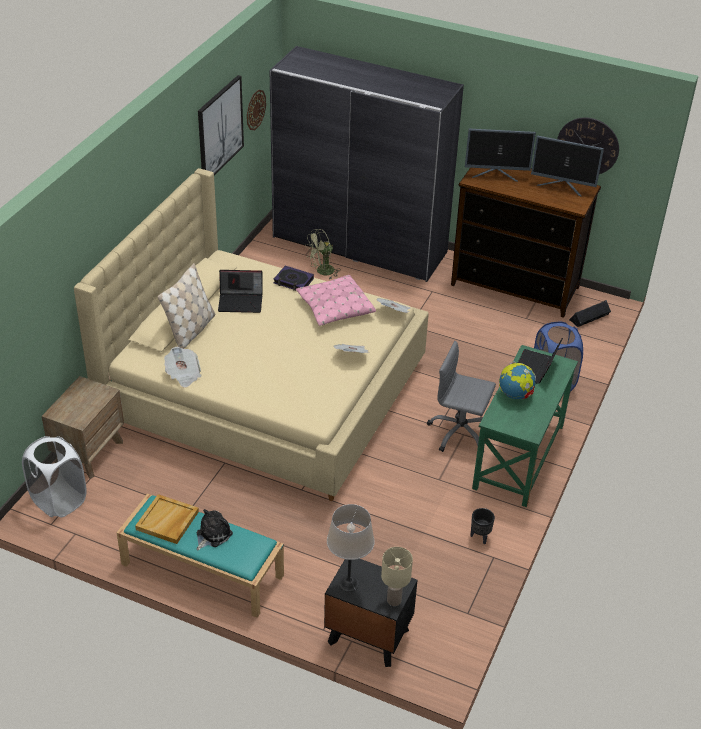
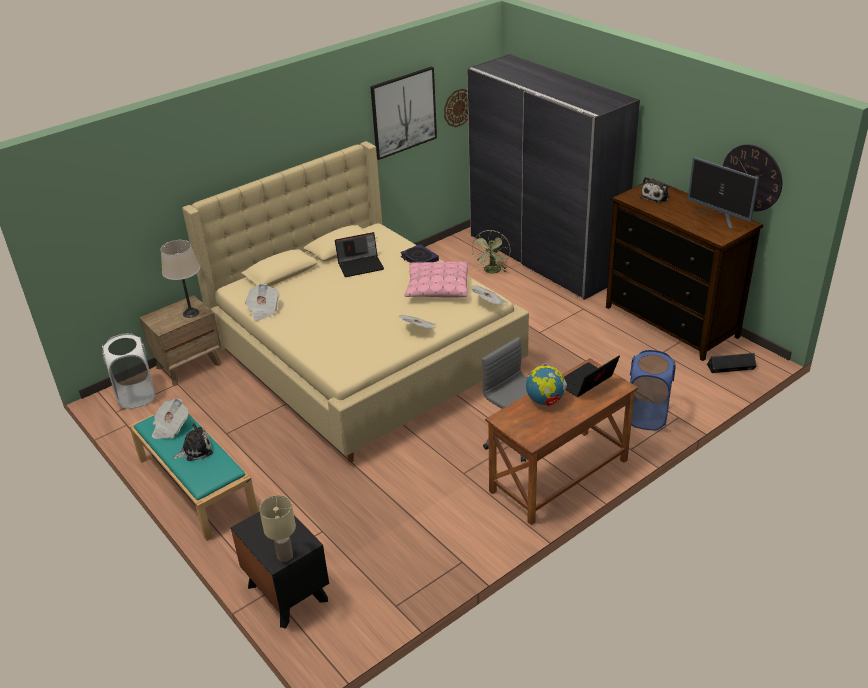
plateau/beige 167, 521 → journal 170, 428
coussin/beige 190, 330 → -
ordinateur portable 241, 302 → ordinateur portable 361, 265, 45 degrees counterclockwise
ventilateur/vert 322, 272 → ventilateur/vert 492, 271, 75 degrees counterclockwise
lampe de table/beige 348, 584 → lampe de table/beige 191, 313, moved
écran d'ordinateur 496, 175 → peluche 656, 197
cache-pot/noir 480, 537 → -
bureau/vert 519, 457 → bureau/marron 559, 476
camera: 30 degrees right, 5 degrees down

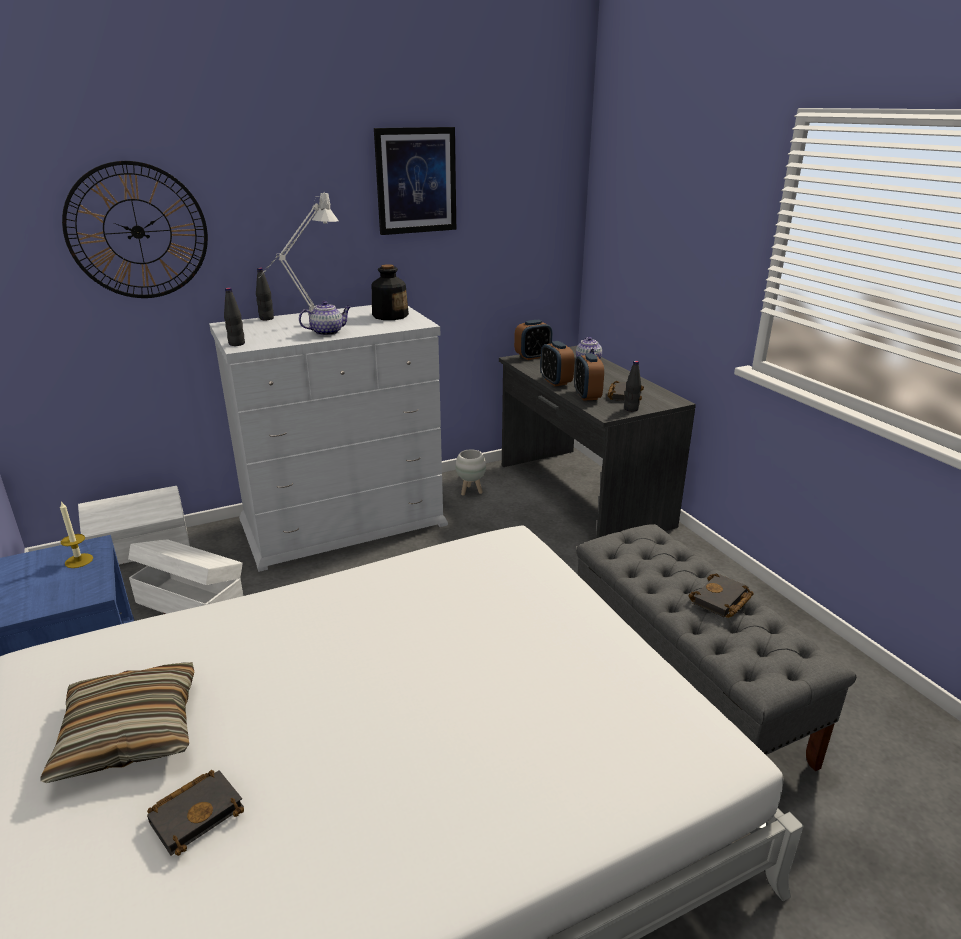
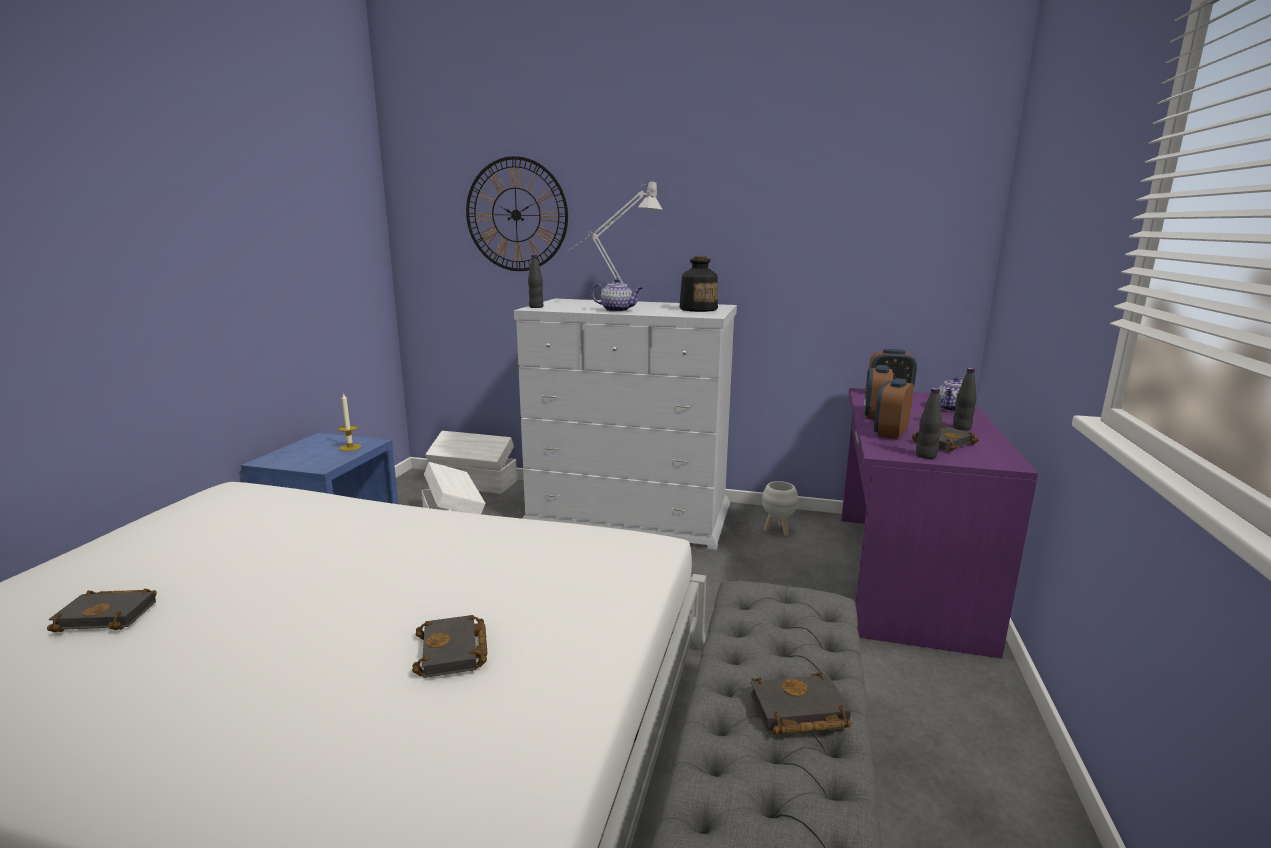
coussin 130, 733 → -
bouteille/noir 266, 318 → bouteille/noir 961, 428, moved
tableau 416, 181 → -
bureau/gris 581, 494 → bureau/violet 903, 575
- → livre/noir 454, 652
camera: 40 degrees right, 10 degrees down

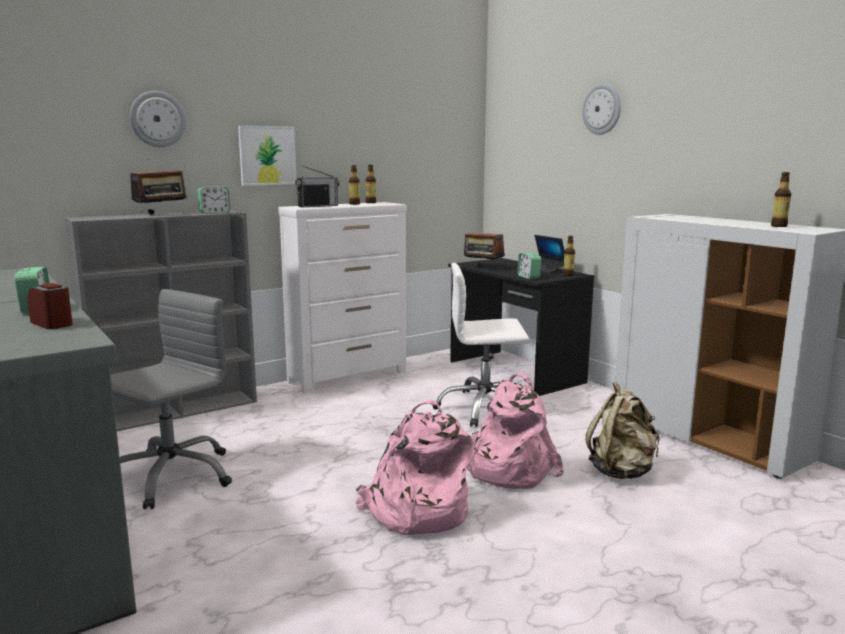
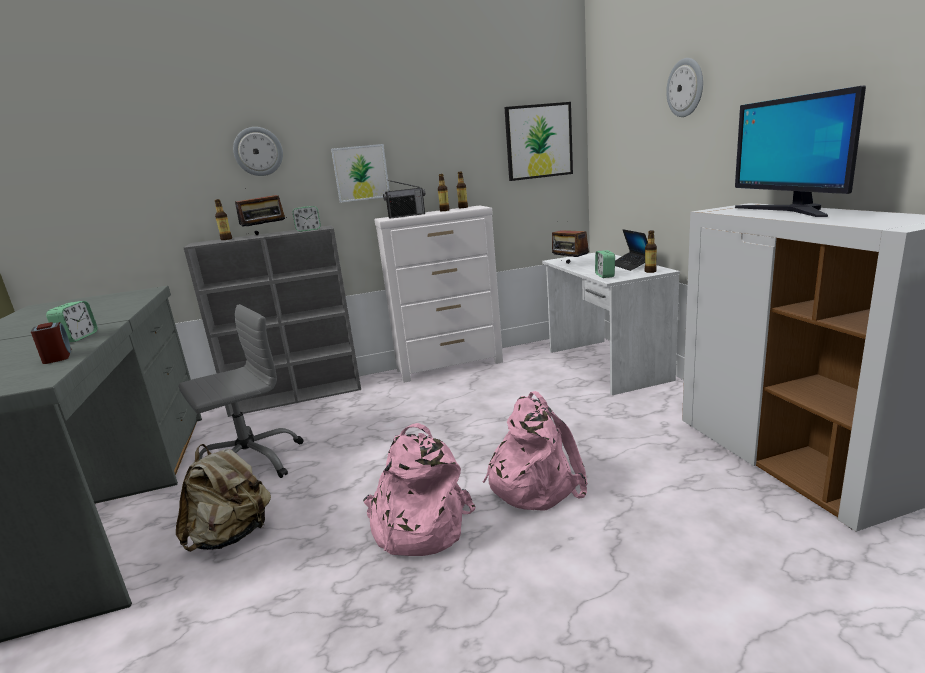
chaise de bureau/blanc 484, 408 → -
bureau/noir 514, 372 → bureau/blanc 605, 365
sac à dos/beige 622, 472 → sac à dos/beige 232, 535, moved
bouteille 779, 226 → bouteille 226, 239, moved
- → tableau 538, 141
- → écran d'ordinateur 789, 211
camera: 20 degrees right, 5 degrees up

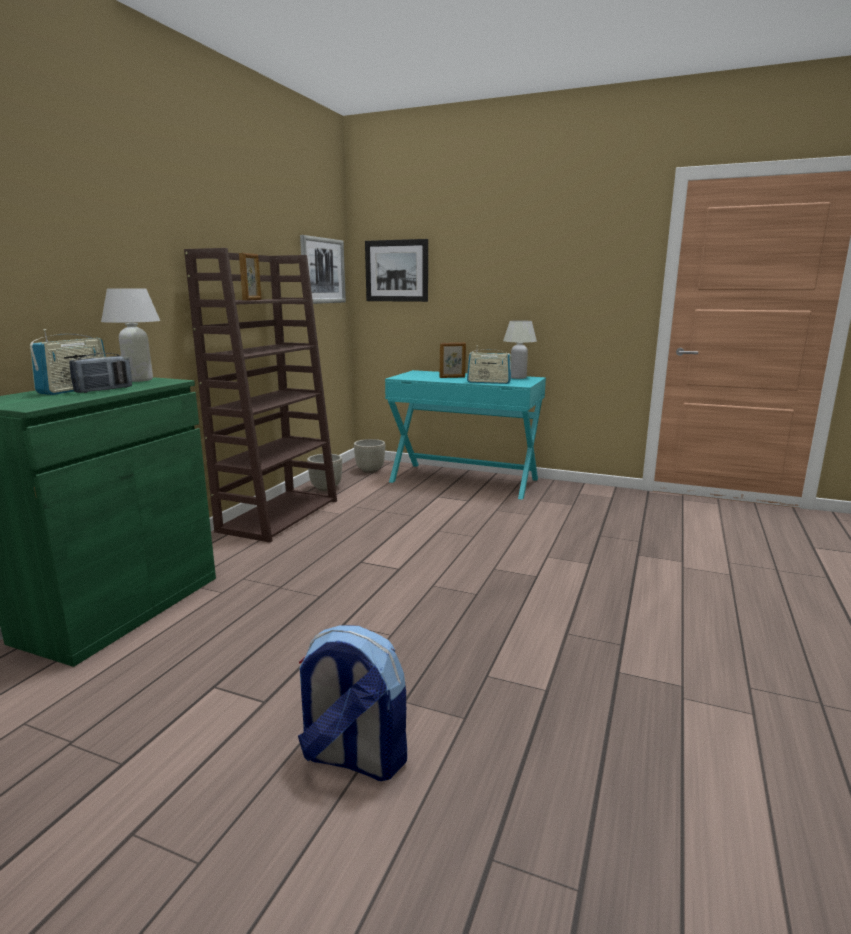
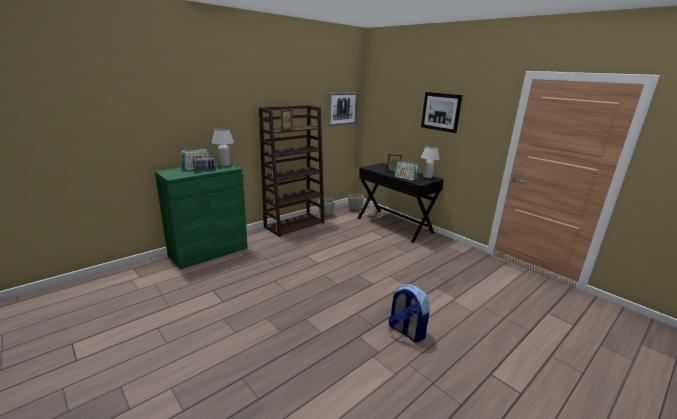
sac à dos 353, 758 → sac à dos 406, 331, moved
tableau 396, 271 → tableau 440, 112, moved
bureau/turquoise 464, 480 → bureau/noir 394, 225
camera: 25 degrees right, 5 degrees up

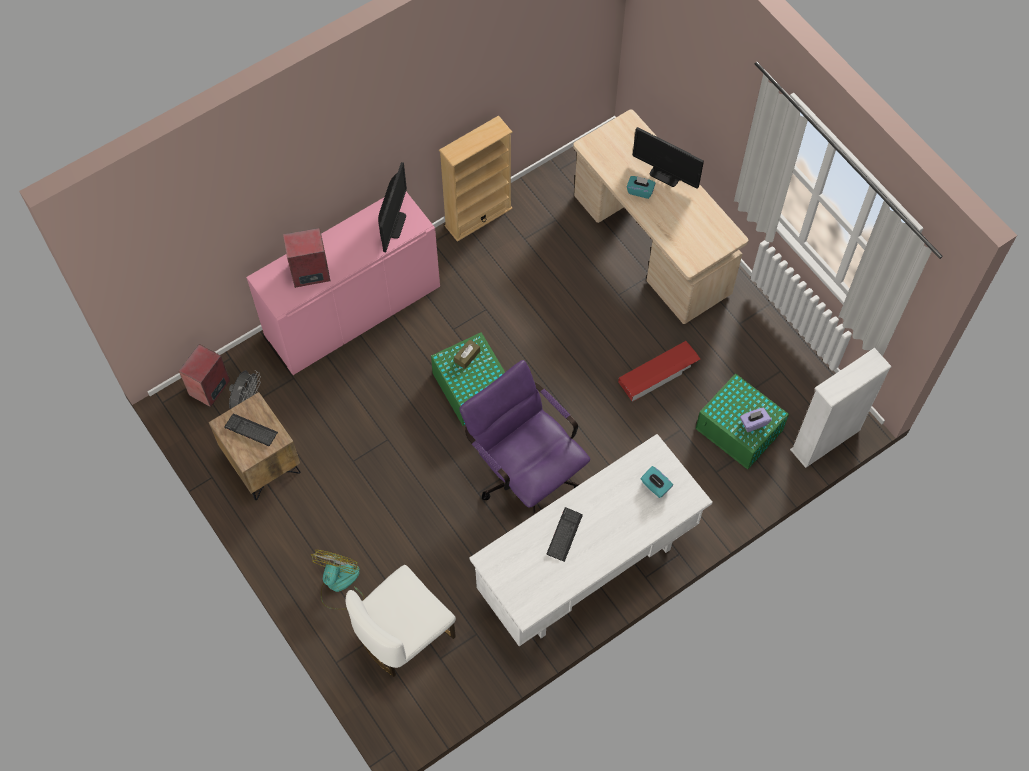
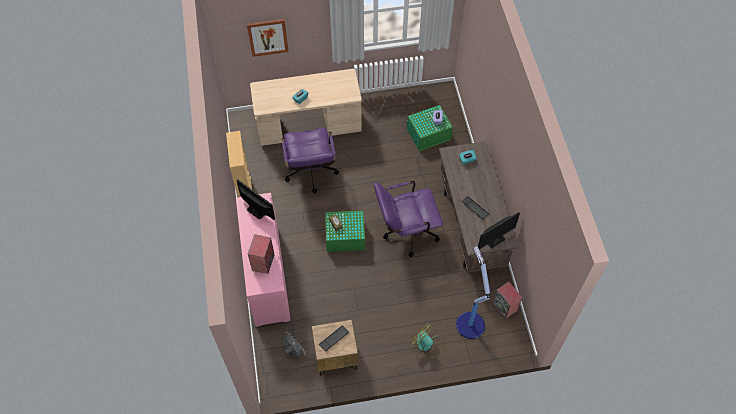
enceinte 209, 388 → enceinte 505, 307, moved
chaise/blanc 403, 635 → lampadaire 469, 324
bureau/blanc 586, 569 → bureau/marron 471, 227
boîte de rangement/rouge 659, 373 → -
écran d'ordinateur 666, 174 → écran d'ordinateur 494, 239, moved
bibliothèque/blanc 825, 440 → -
- → tableau 268, 37
- → chaise de bureau/violet 311, 175
camera: 65 degrees left, 5 degrees down

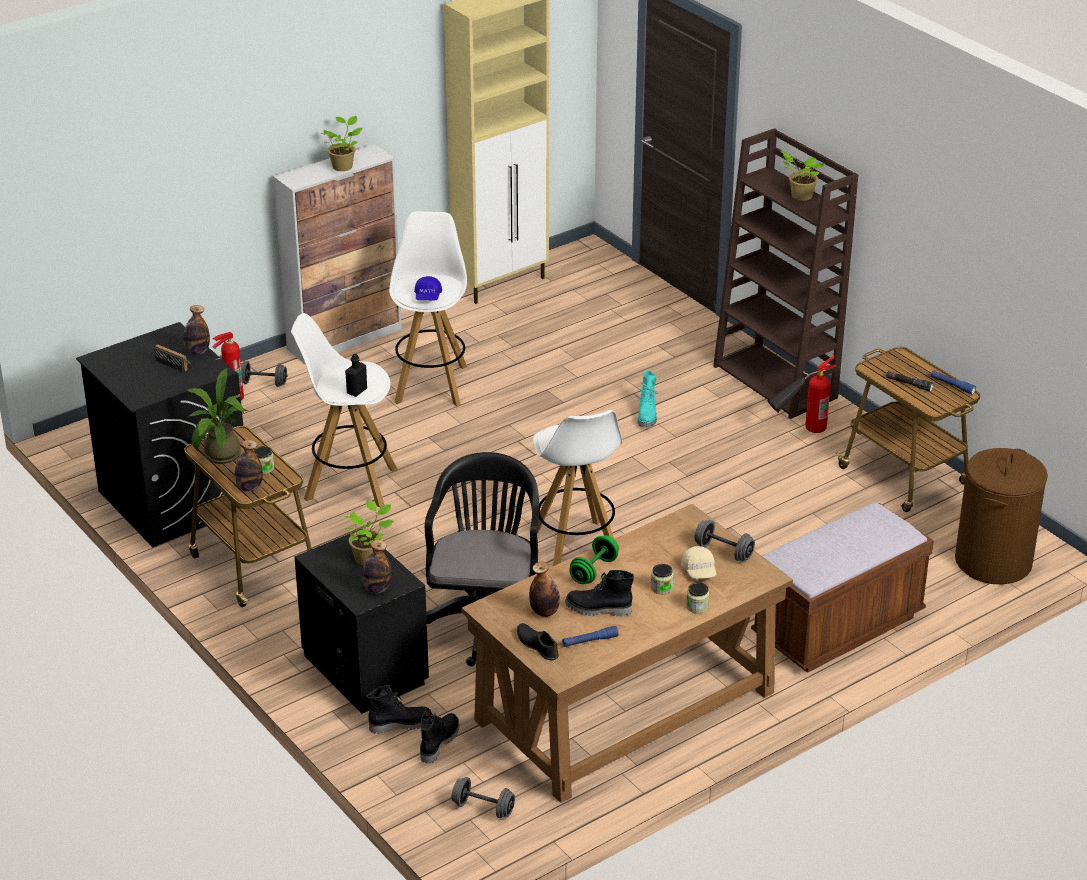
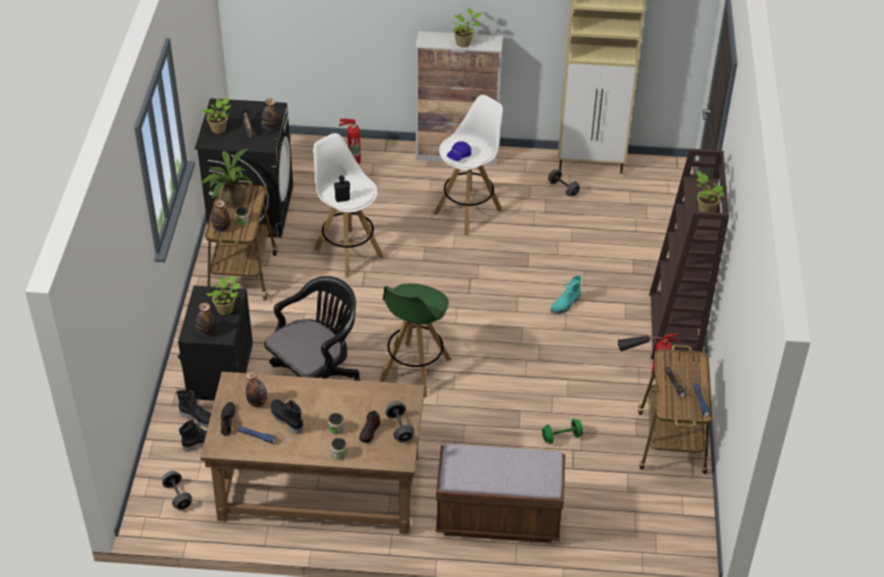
haltère/gris 263, 383 → haltère/gris 563, 189, moved
tabouret/blanc 576, 550 → tabouret/vert 415, 370
haltère/vert 594, 571 → haltère/vert 561, 437, moved
casquette/beige 699, 571 → chaussure 369, 432
panier à linge/marron 993, 562 → -
- → plante en pot 219, 129
camera: 40 degrees right, 10 degrees up

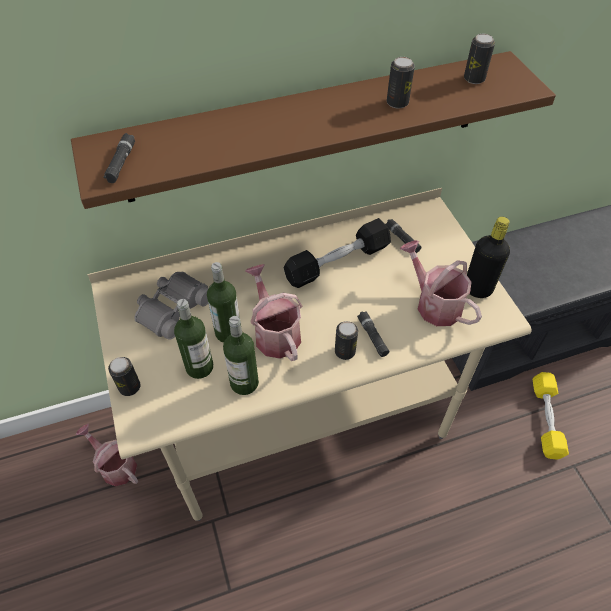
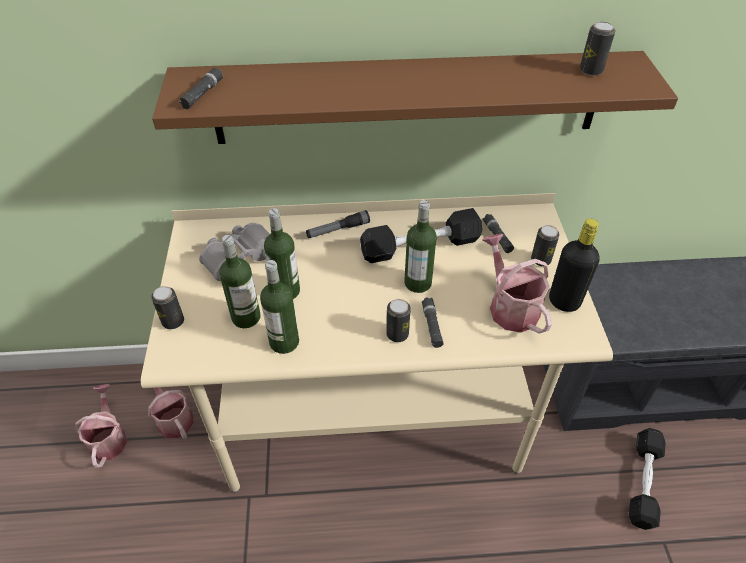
arrosoir 275, 332 → arrosoir 109, 438, moved
boîte métallique 397, 103 → boîte métallique 540, 260, moved
haltère/jaune 546, 419 → haltère/noir 643, 482
- → lampe de poche 338, 230
- → bouteille 418, 283
camera: 15 degrees right, 5 degrees down

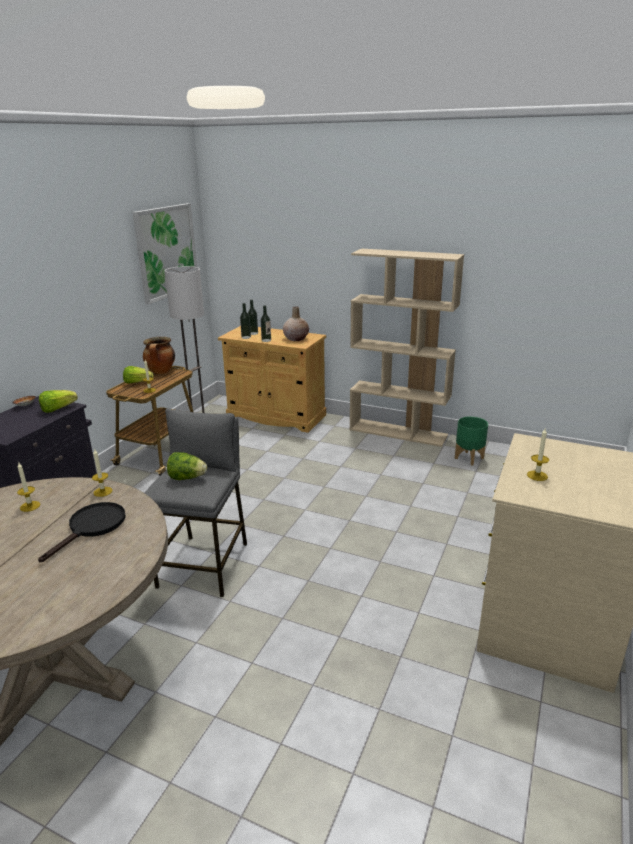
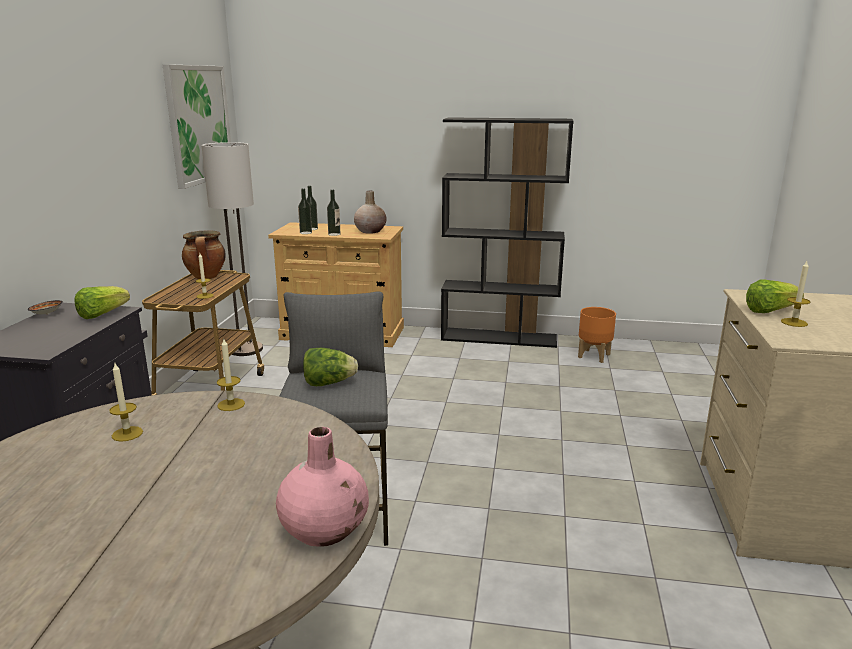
poêle/noir 92, 527 → -
laitue 137, 382 → laitue 769, 311, moved
bibliothèque/beige 398, 432 → bibliothèque/noir 499, 338
cache-pot/vert 469, 458 → cache-pot/orange 594, 356
- → vase/rose 325, 529
camera: 15 degrees left, 5 degrees down

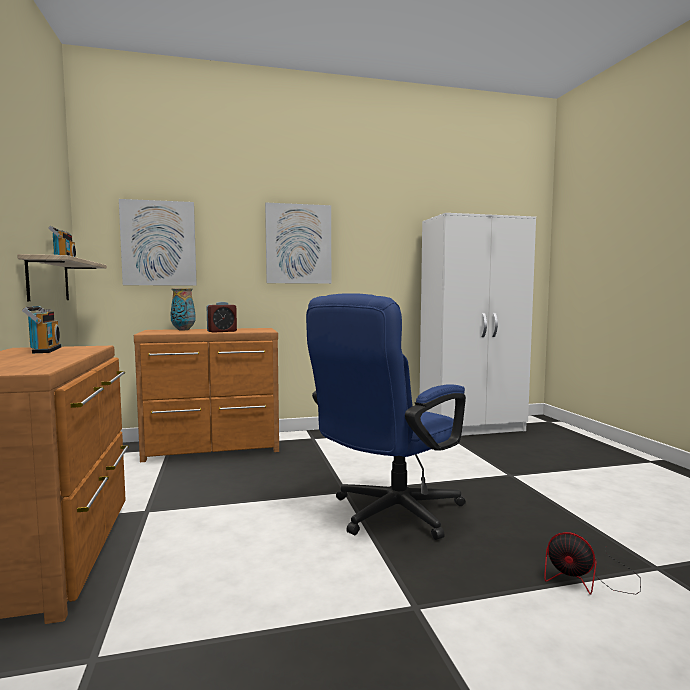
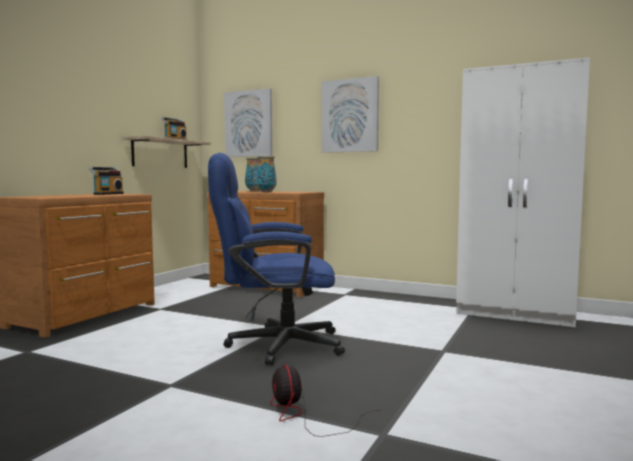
réveil 222, 331 → vase 266, 192
camera: 40 degrees right, 0 degrees up

